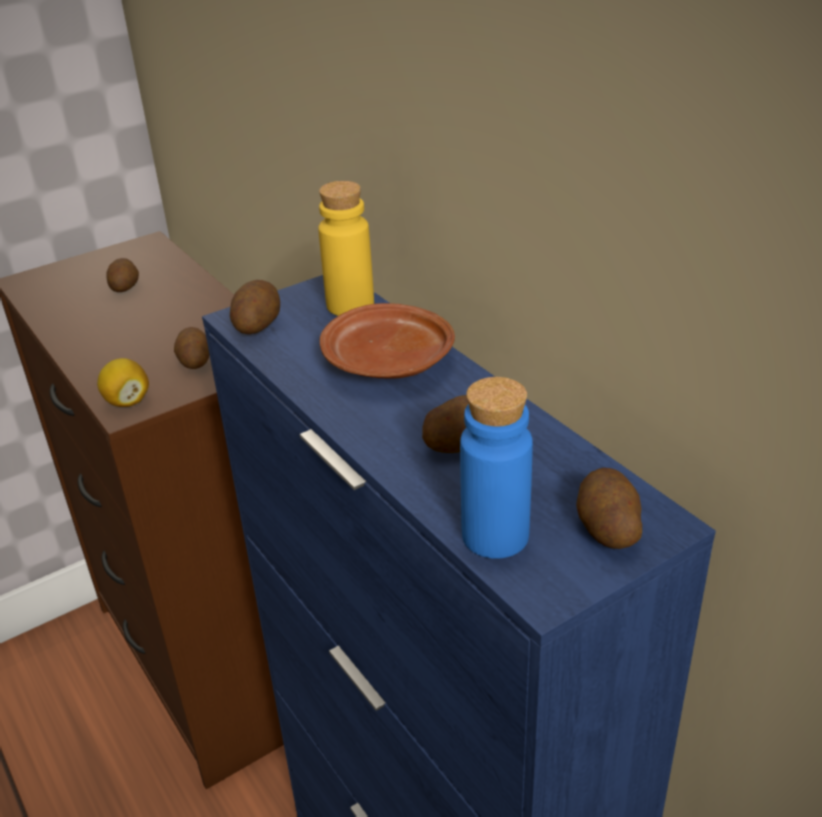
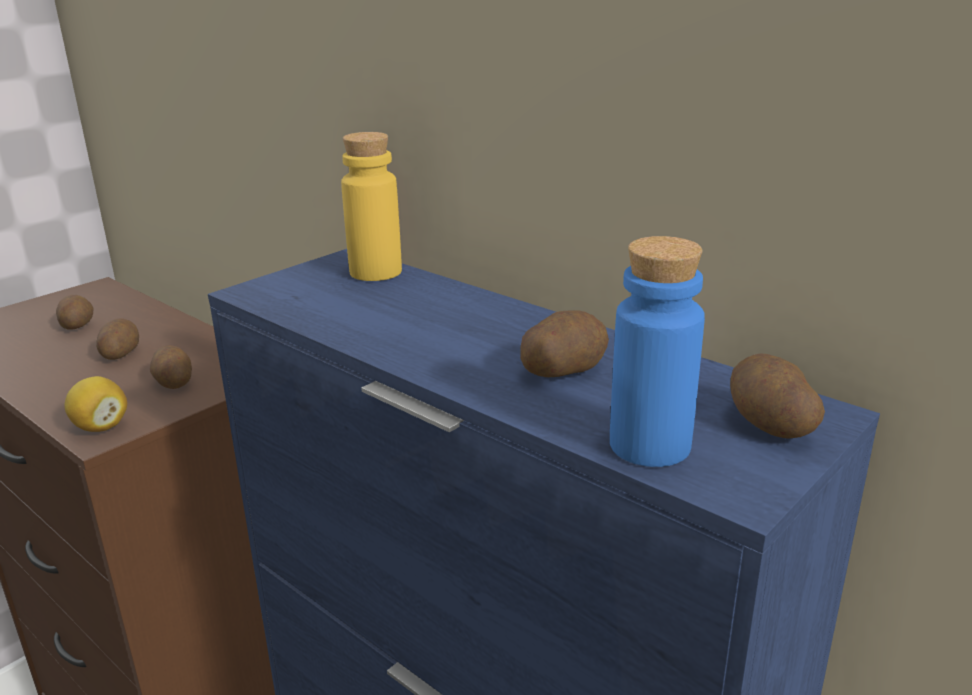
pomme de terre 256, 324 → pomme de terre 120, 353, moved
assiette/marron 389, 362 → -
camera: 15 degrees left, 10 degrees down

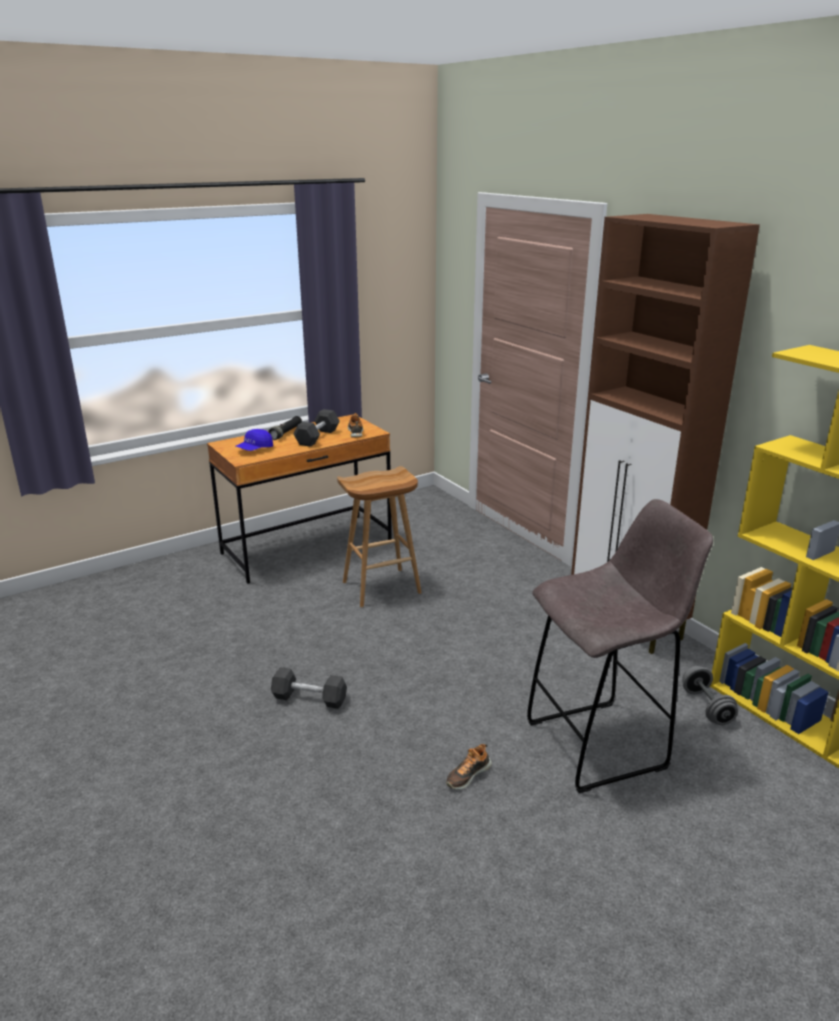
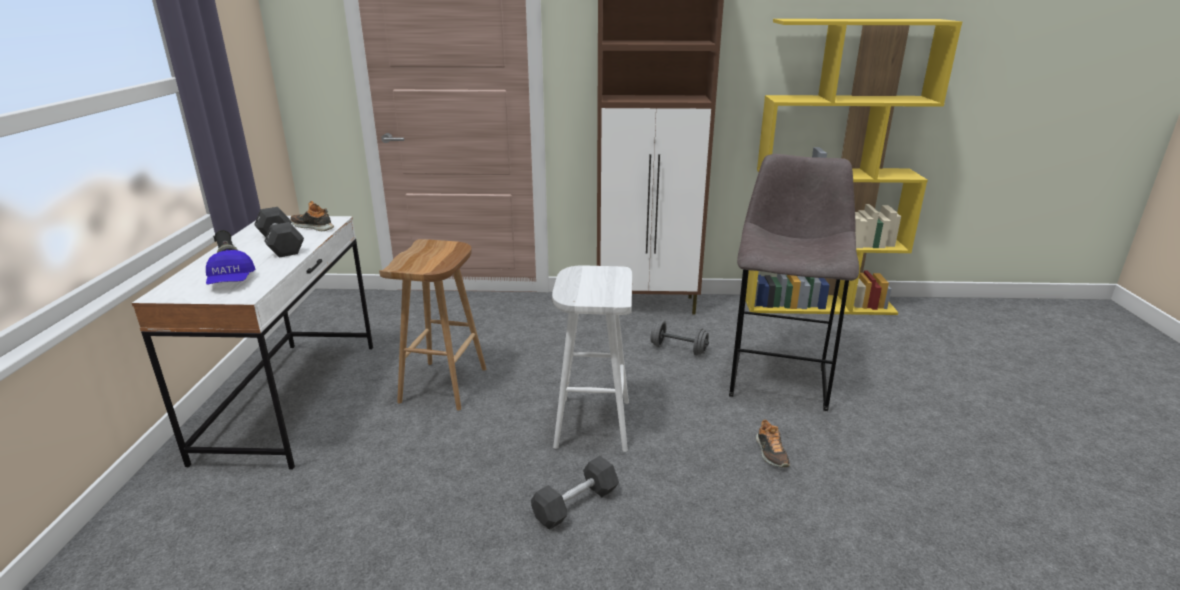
bureau/marron 307, 547 → bureau/blanc 292, 399
haltère/gris 706, 707 → haltère/gris 678, 349, moved
- → tabouret/blanc 592, 423
camera: 55 degrees left, 0 degrees up

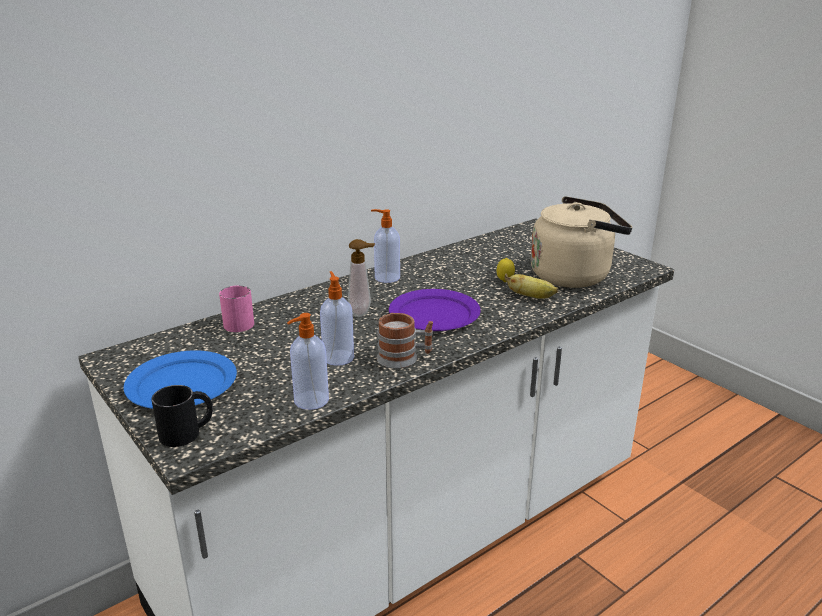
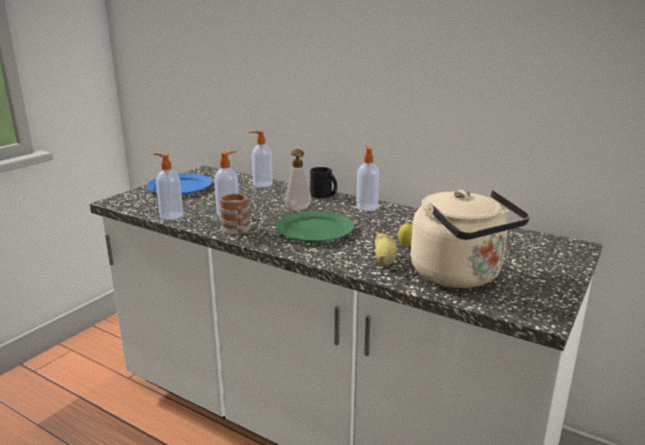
mug/noir 187, 432 → mug/noir 324, 195, moved
mug/rose 241, 321 → distributeur de savon 262, 184
assiette/violet 433, 314 → assiette/vert 315, 230
camera: 70 degrees right, 5 degrees down

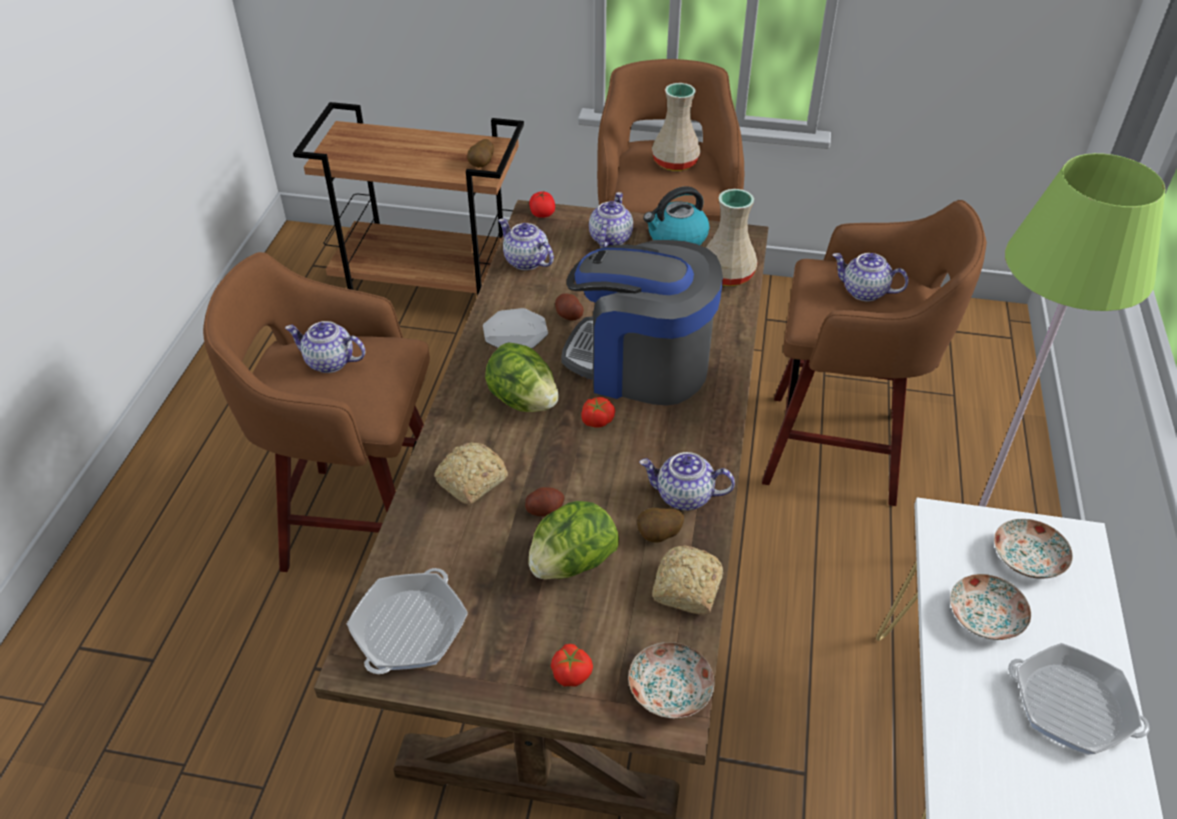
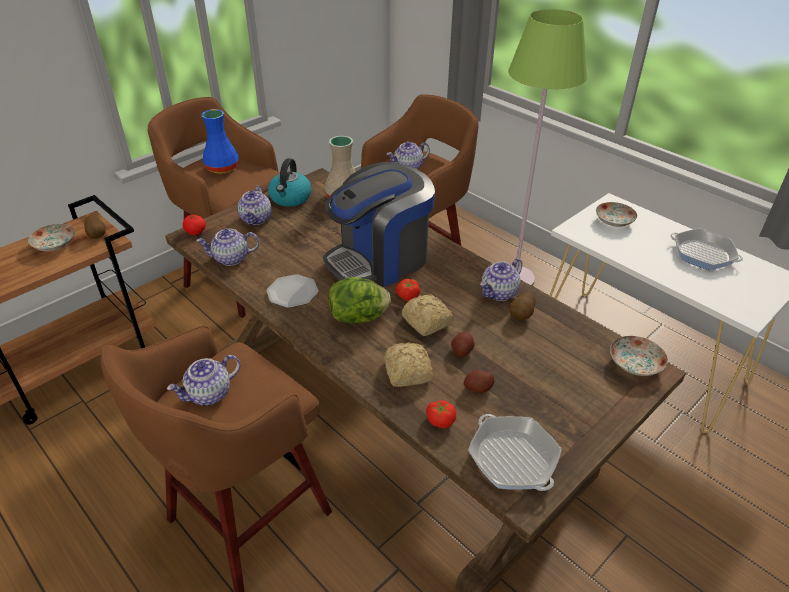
laitue 572, 563 → -
tomate 572, 673 → tomate 440, 420, moved
pomme de terre 569, 315 → pomme de terre 478, 388, moved
théière 610, 238 → théière 256, 219, 135 degrees counterclockwise
vase/beige 674, 163 → vase/bleu 222, 168
pain 686, 589 → pain 427, 322, moved
assiette 985, 618 → assiette 55, 245, moved
poêle 1071, 705 → poêle 703, 254, 60 degrees clockwise
camera: 55 degrees left, 5 degrees down

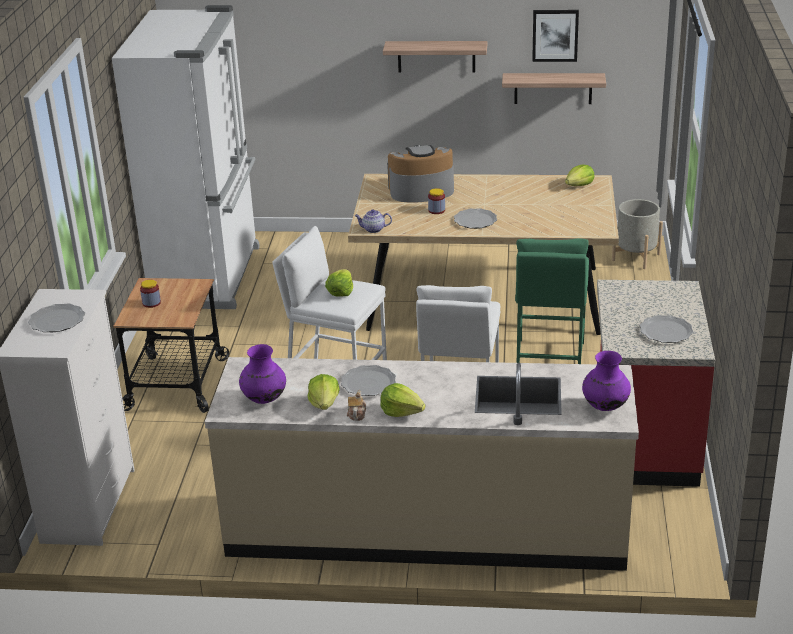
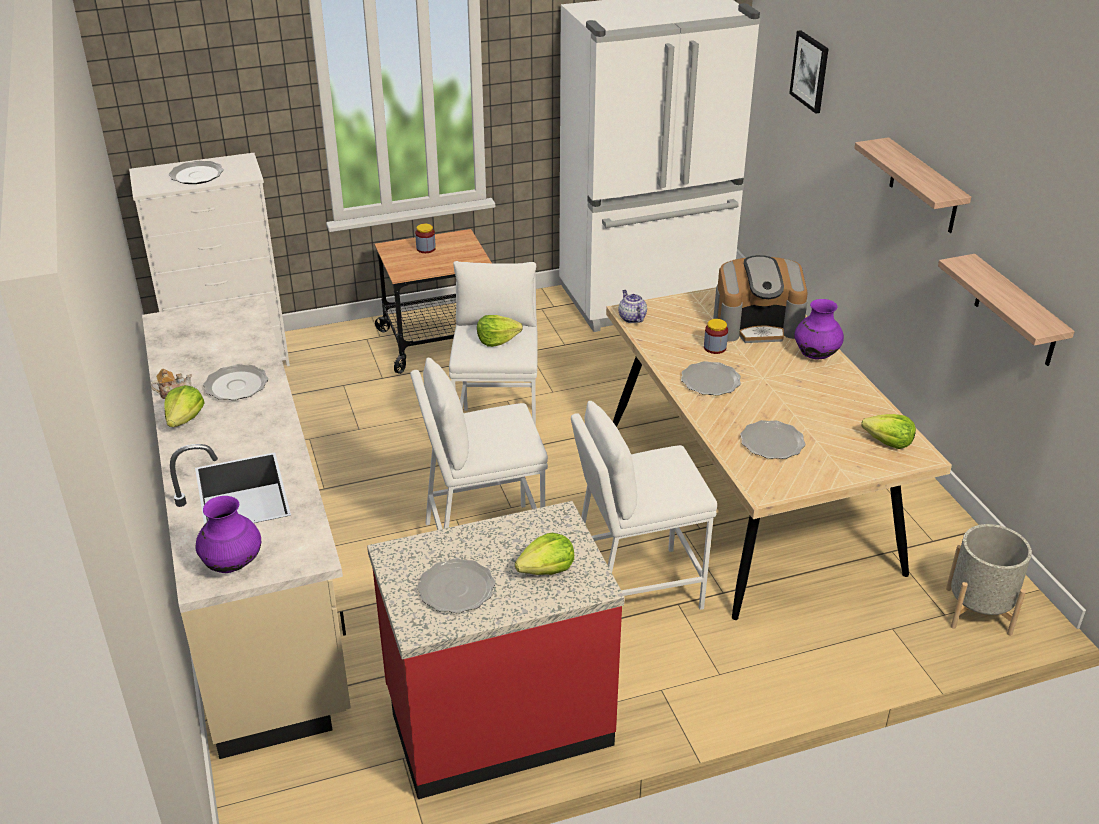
vase/violet 264, 399 → vase/violet 815, 355, moved
laitue 324, 403 → laitue 547, 569, moved
machine à café 421, 191 → machine à café 757, 325, 120 degrees clockwise
tabouret/vert 549, 362 → tabouret/blanc 635, 587
tableau 555, 35 → tableau 810, 71, moved
- → assiette 771, 443
camera: 65 degrees right, 5 degrees up

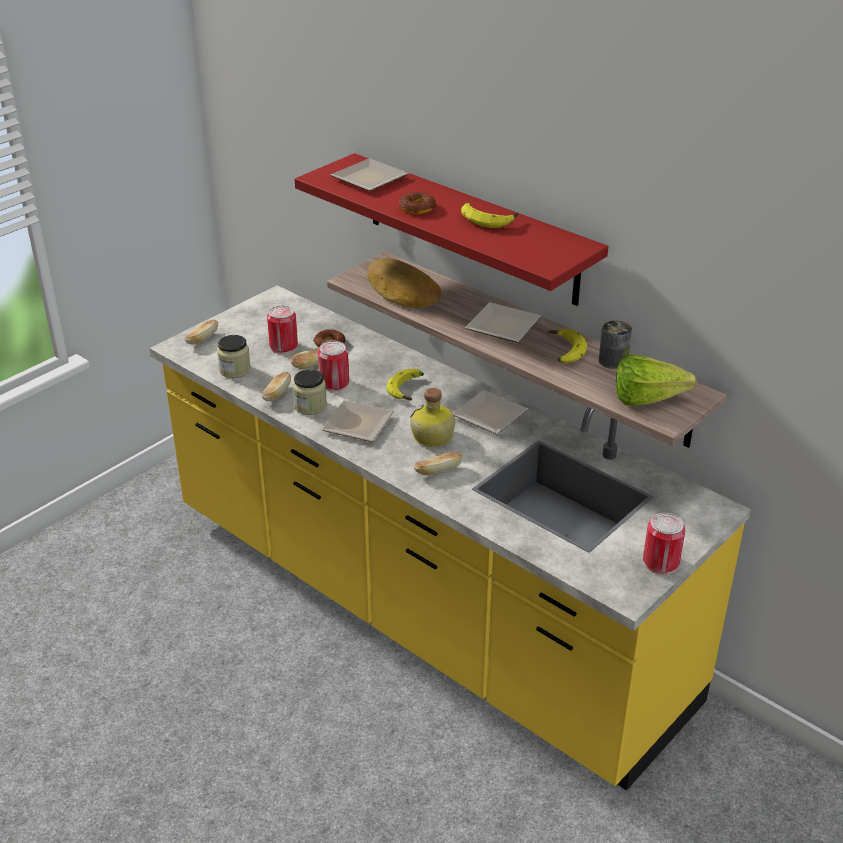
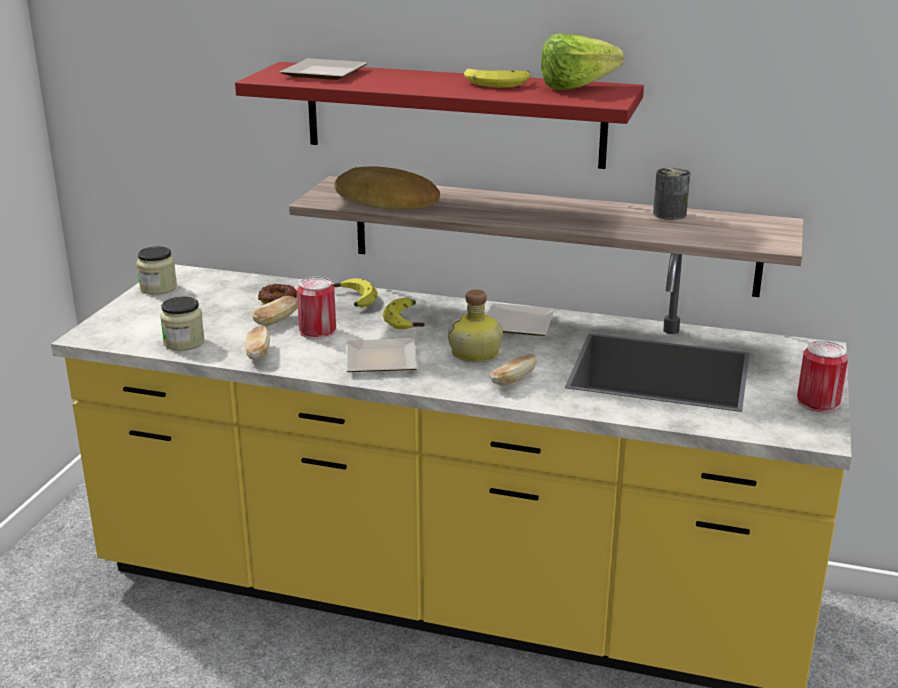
pain 202, 339 → -
boîte métallique 283, 346 → -
bocal 310, 406 → bocal 158, 288, moved
beignet 417, 208 → -
assiette 502, 325 → -
banane 562, 351 → banane 353, 300, moved
laitue 653, 401 → laitue 584, 87, moved
camera: 25 degrees left, 10 degrees down

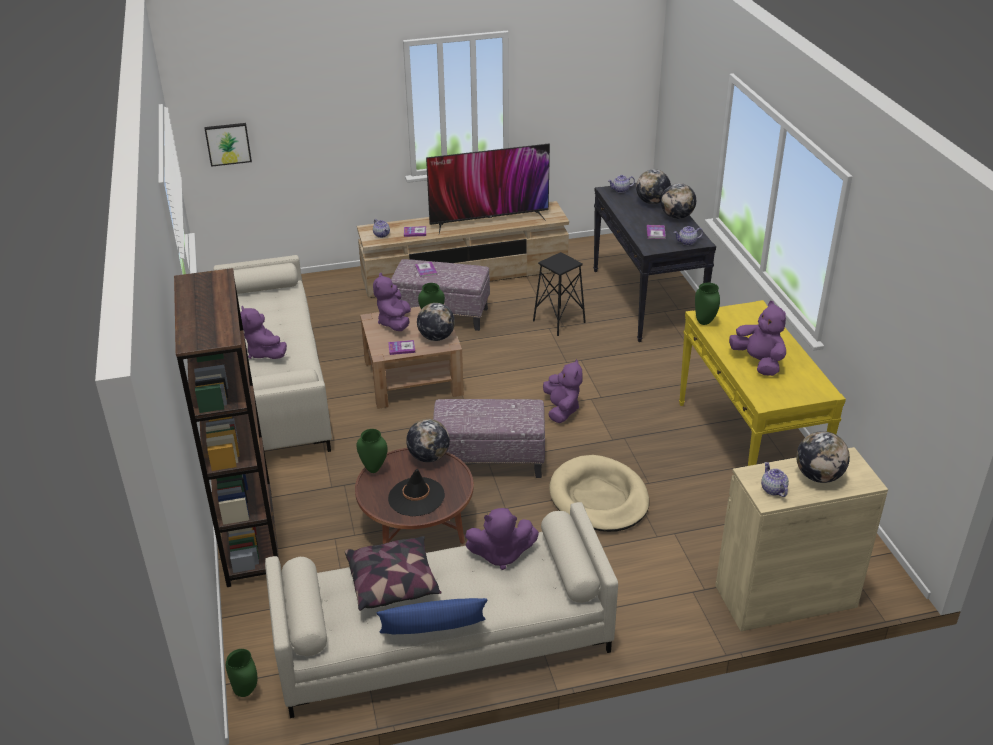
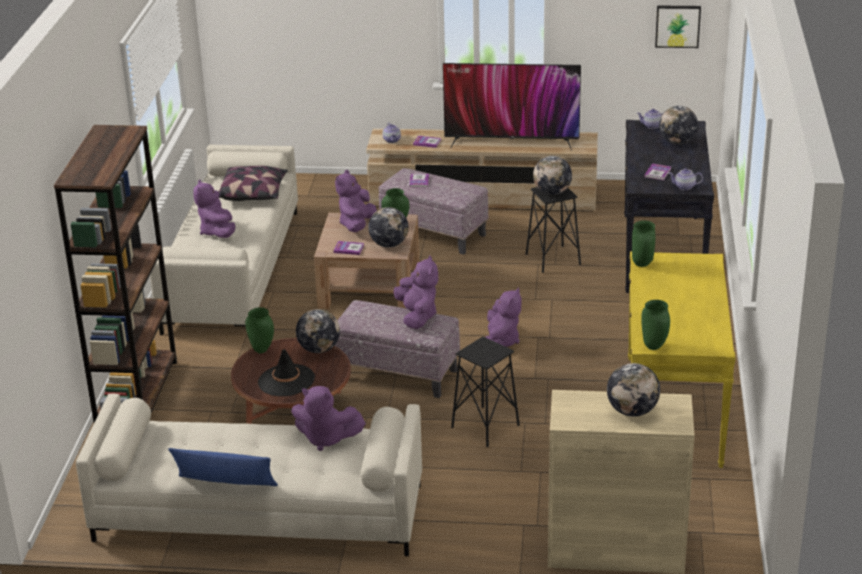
tableau 228, 143 → tableau 677, 26, moved
vase/vert 245, 692 → vase/vert 653, 347, moved
coussin 393, 582 → coussin 253, 194, moved
panier pour chien/beige 599, 498 → tabouret/noir 485, 426
globe 677, 216 → globe 552, 192, moved
peluche/violet 758, 362 → peluche/violet 417, 316, moved
théière 773, 489 → -
camera: 20 degrees right, 5 degrees down

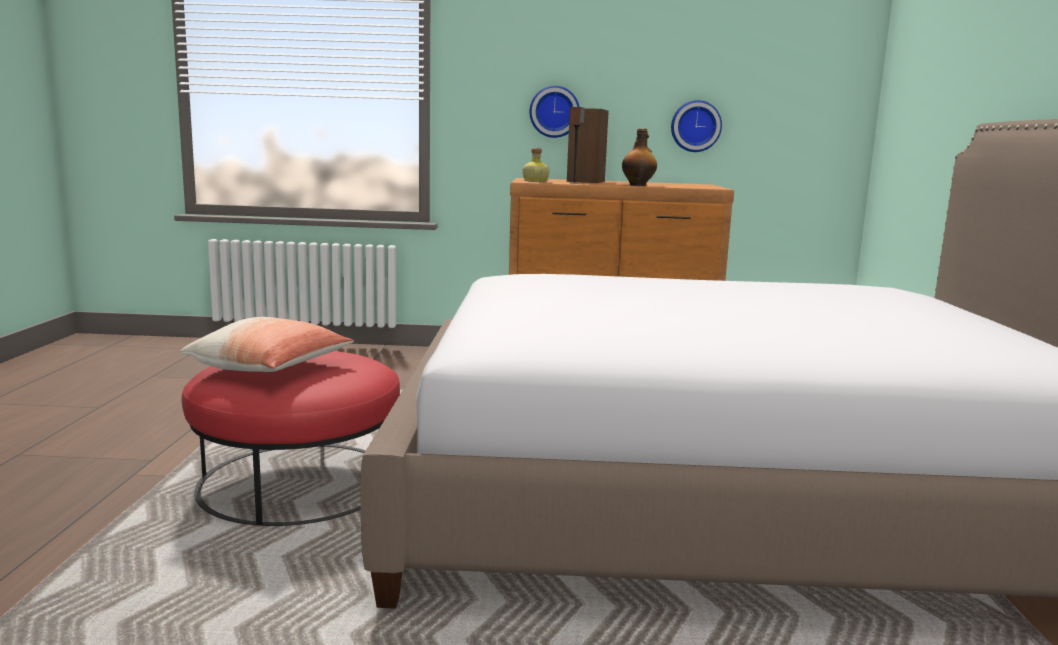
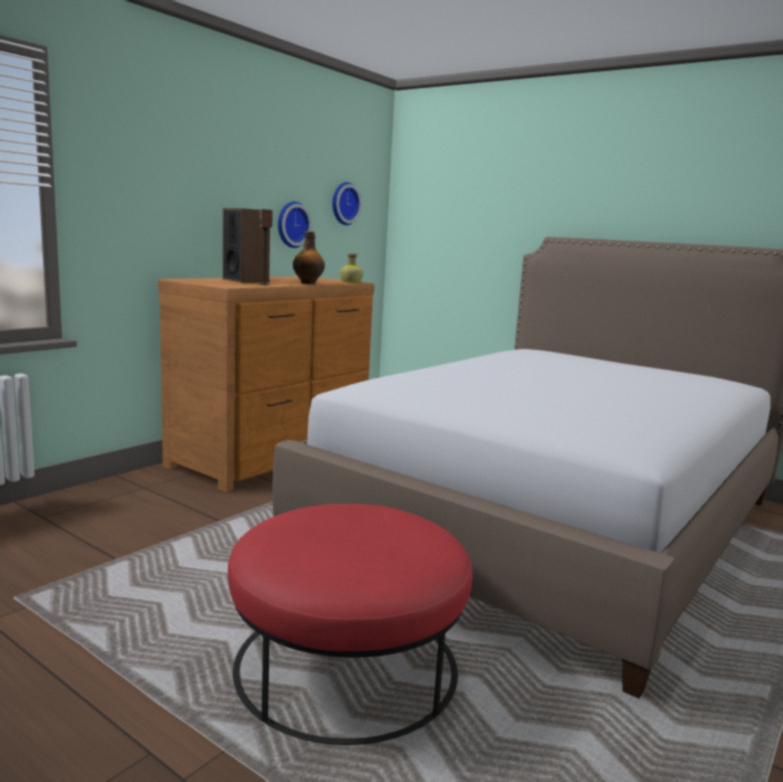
coussin 271, 368 → -
bouteille 534, 181 → bouteille 350, 282, moved
horloge murale 554, 112 → horloge murale 343, 203, moved
camera: 55 degrees left, 0 degrees up

